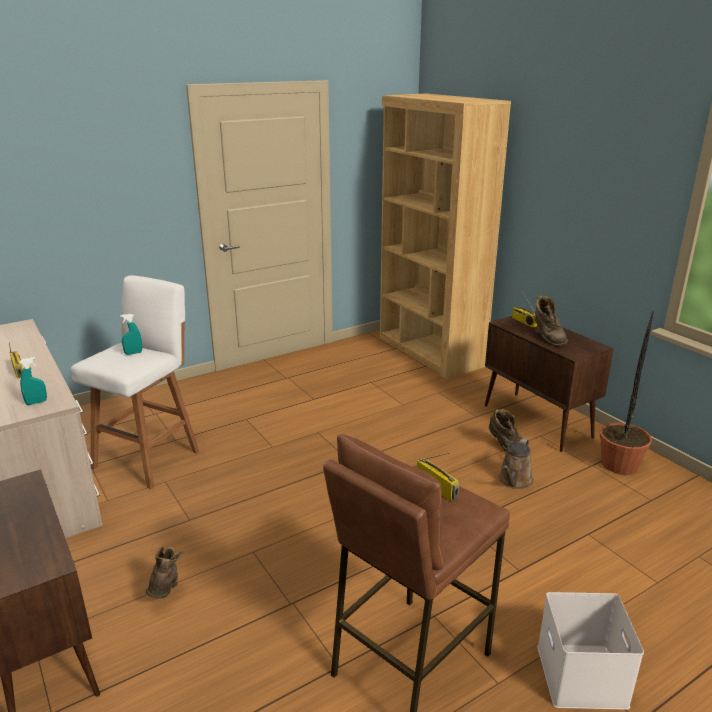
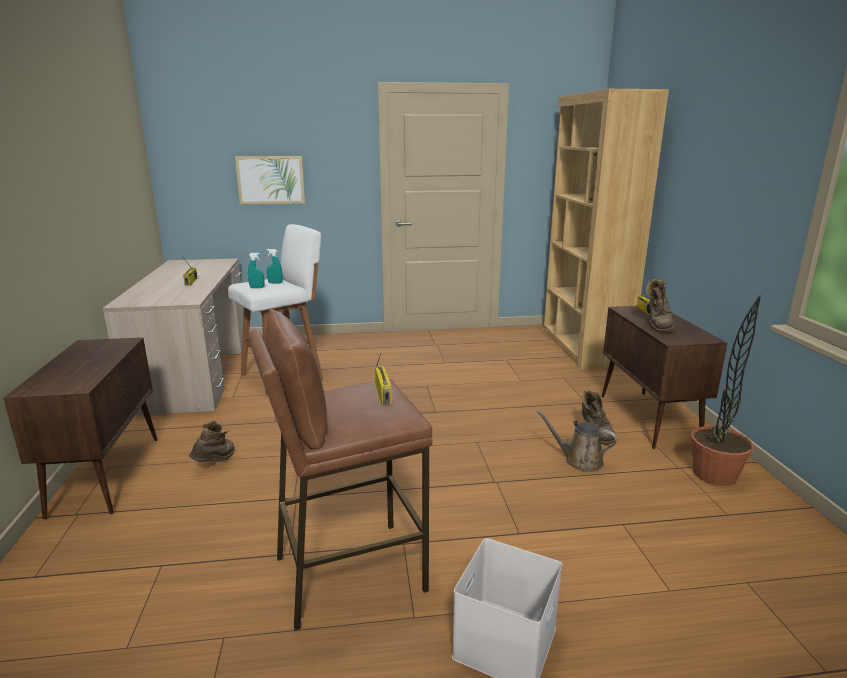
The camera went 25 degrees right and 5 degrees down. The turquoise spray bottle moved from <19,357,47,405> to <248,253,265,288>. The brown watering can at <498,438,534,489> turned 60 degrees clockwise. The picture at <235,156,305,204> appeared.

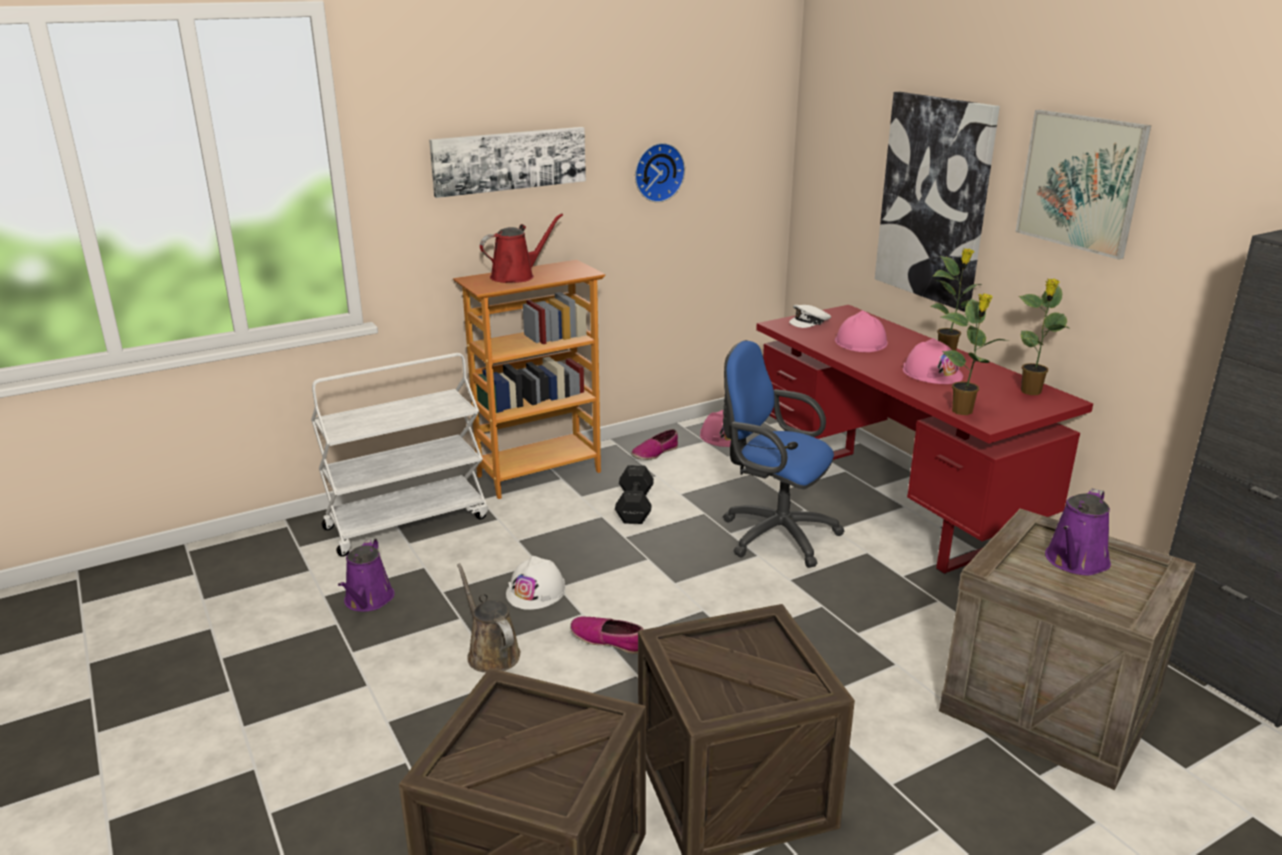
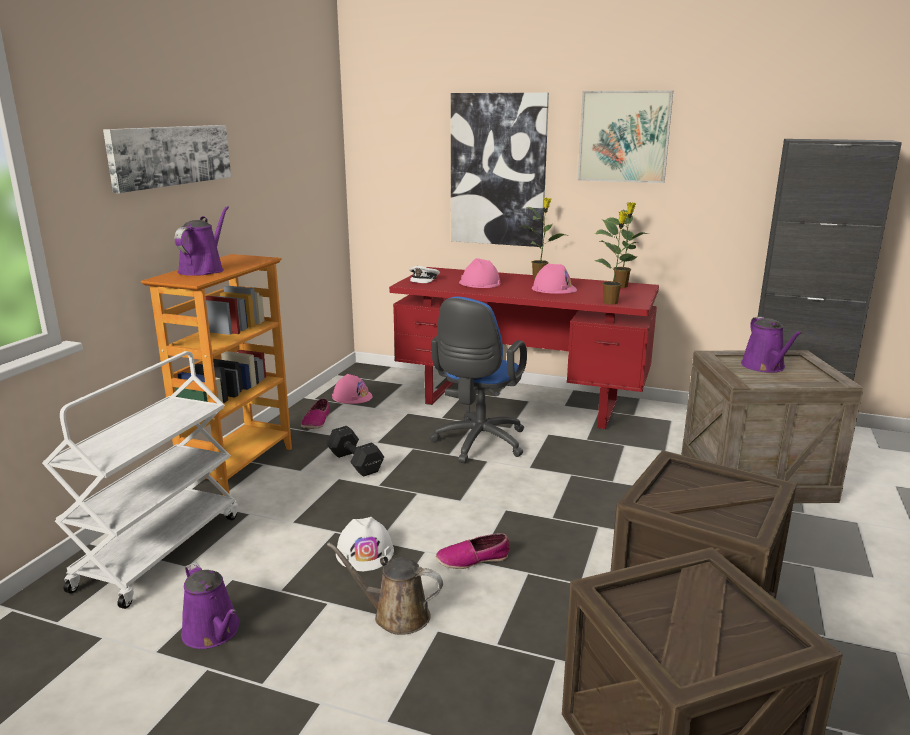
The camera went 40 degrees left and 5 degrees down. The wall clock at <635,143,685,203> disappeared. The red watering can at <480,213,563,283> became the purple watering can at <175,206,229,276>. The blue office chair at <723,340,845,568> turned 60 degrees counterclockwise.

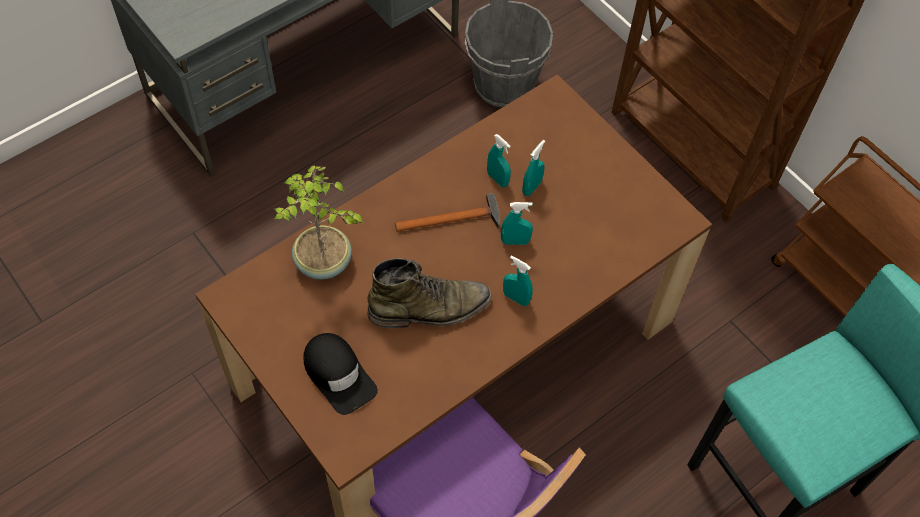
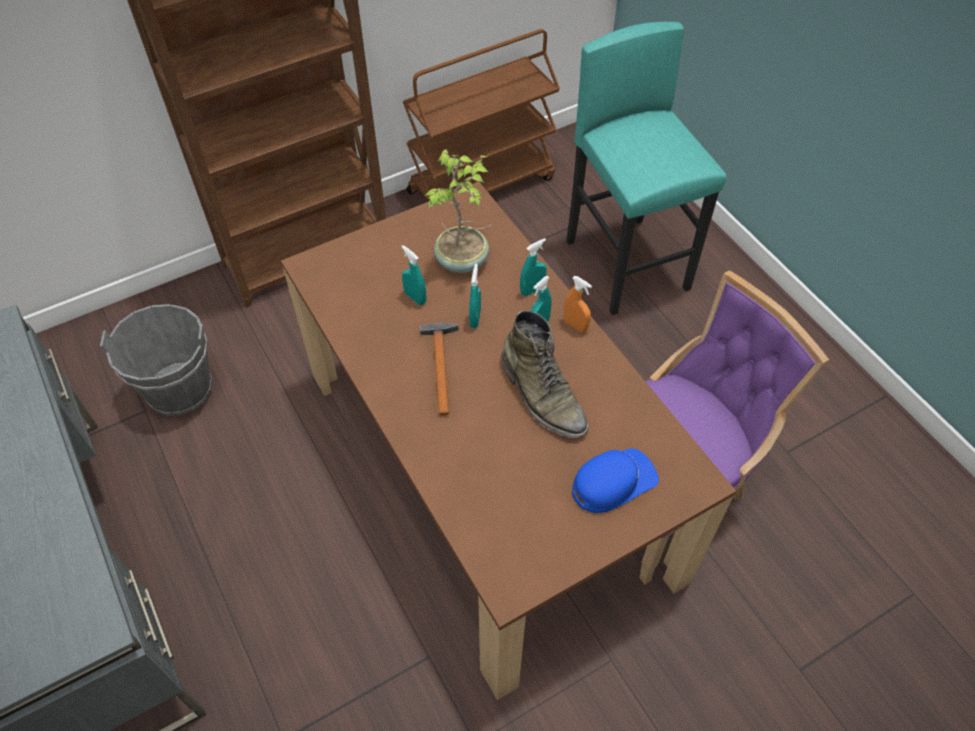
The camera went 80 degrees left and 5 degrees down. The turquoise spray bottle moved from <487,134,511,187> to <520,238,547,296>. The potted plant moved from <275,166,363,280> to <424,149,491,273>. The green boot at <367,258,492,328> turned 150 degrees clockwise. The black cap at <304,333,378,415> became the blue cap at <572,448,659,513>. The orange spray bottle at <564,276,592,333> appeared.

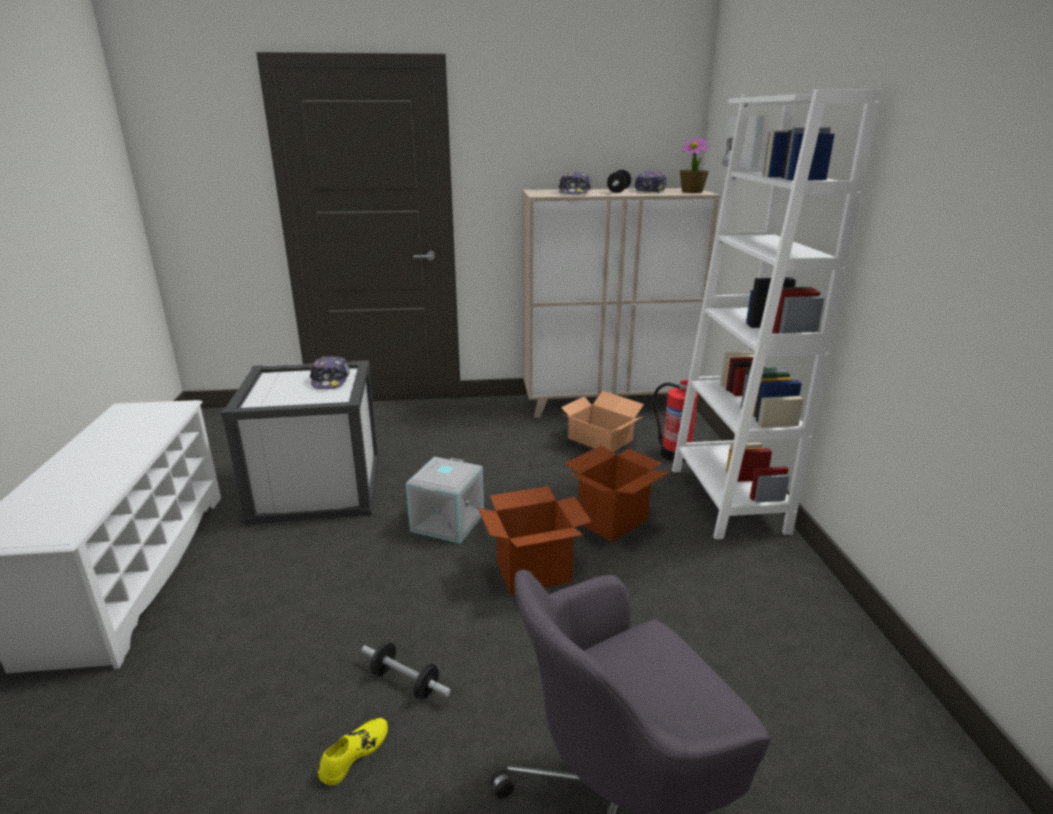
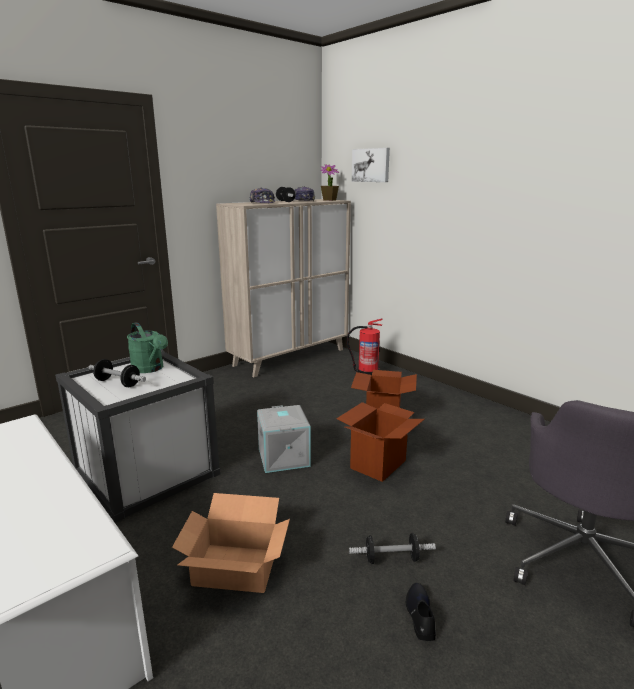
The camera went 35 degrees left and 5 degrees down. The white bookcase at <672,89,882,539> disappeared. The cap at <310,356,350,389> was replaced by the green watering can at <127,322,168,373>. The cardboard box moved from <558,391,644,452> to <172,493,290,593>. The yellow shoe at <318,718,388,785> became the black shoe at <406,583,436,641>. The dumbbell at <89,359,146,387> appeared.

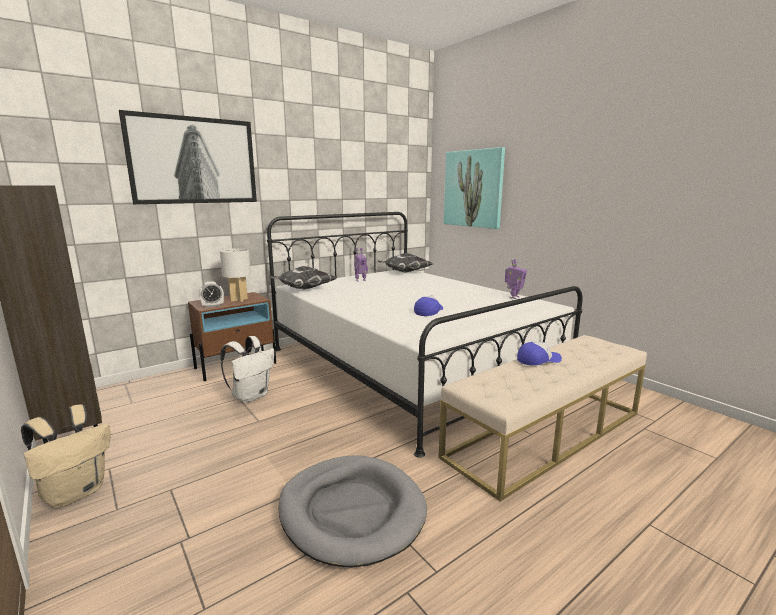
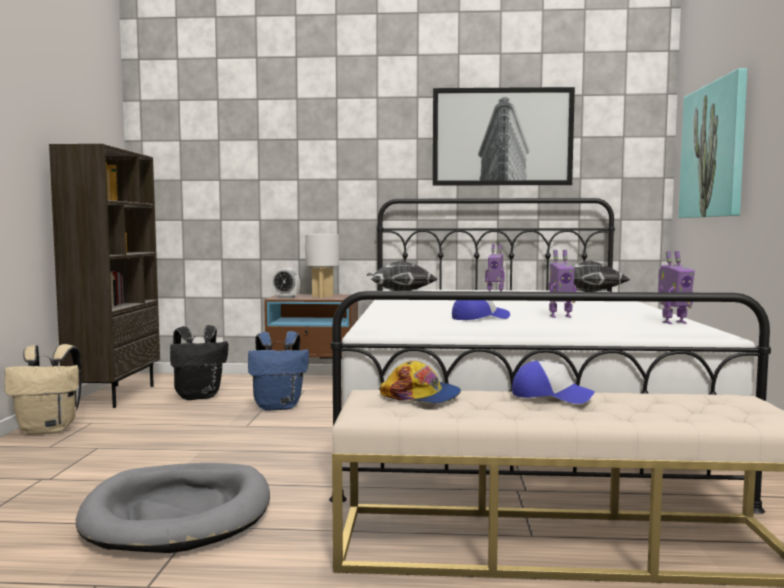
The camera went 40 degrees right and 10 degrees down. The picture moved from <119,110,257,204> to <433,87,575,185>. The white backpack at <220,336,274,403> became the blue backpack at <248,331,309,411>. The toy robot at <549,250,576,318> appeared. The black backpack at <170,325,228,400> appeared. The cap at <380,360,461,403> appeared.

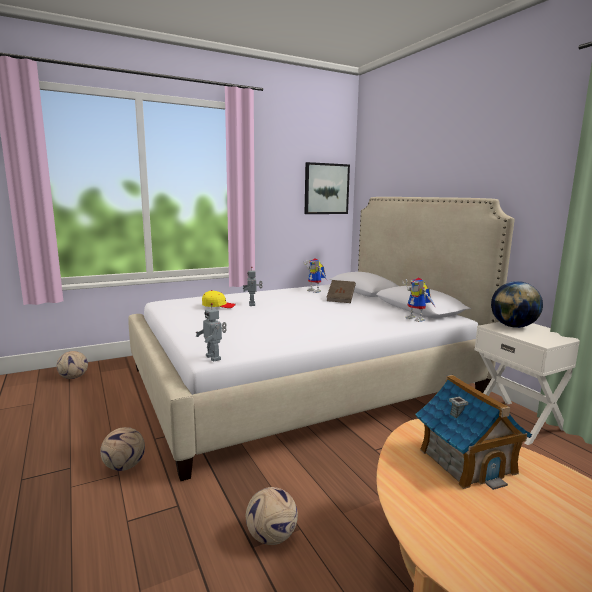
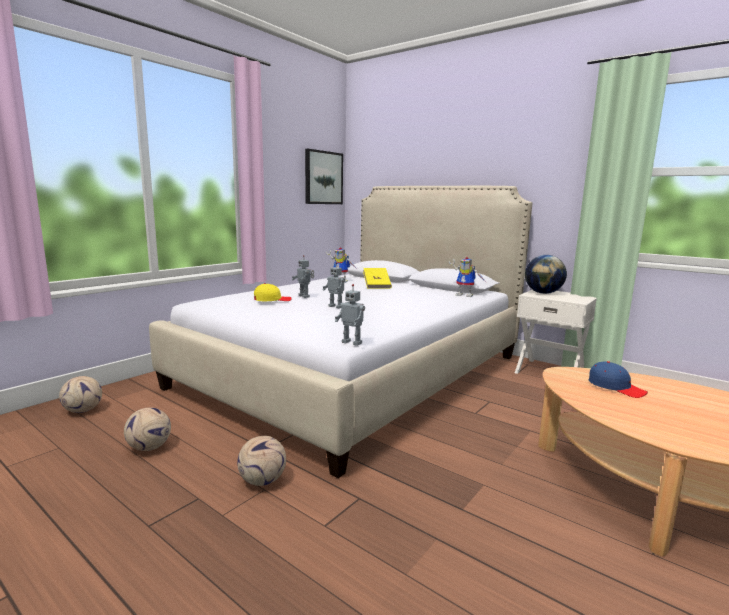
The camera went 25 degrees left and 0 degrees up. The brown book at <327,280,356,303> became the yellow book at <363,268,392,289>. The toy house at <415,375,532,490> was replaced by the blue cap at <589,361,648,398>. The football moved from <246,487,298,545> to <124,407,171,451>. The toy robot at <323,262,345,308> appeared.

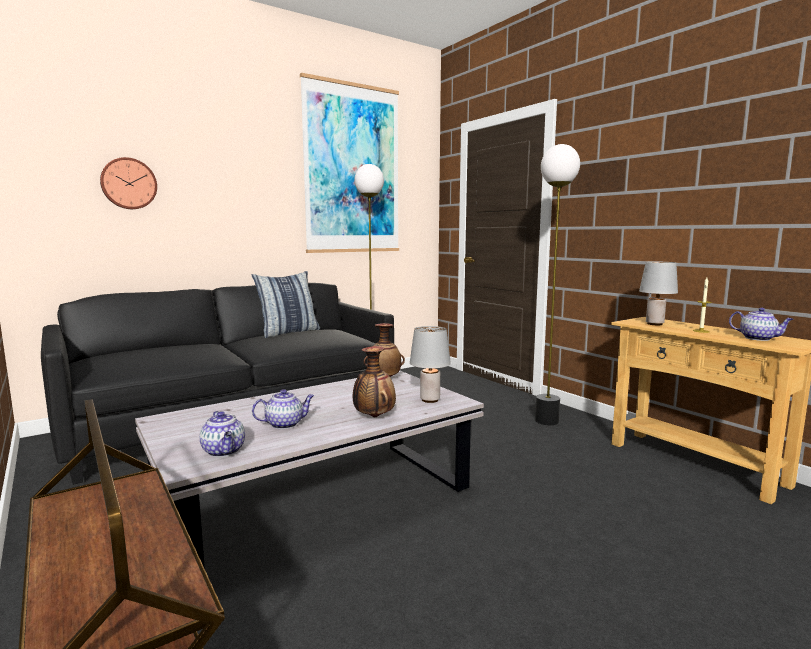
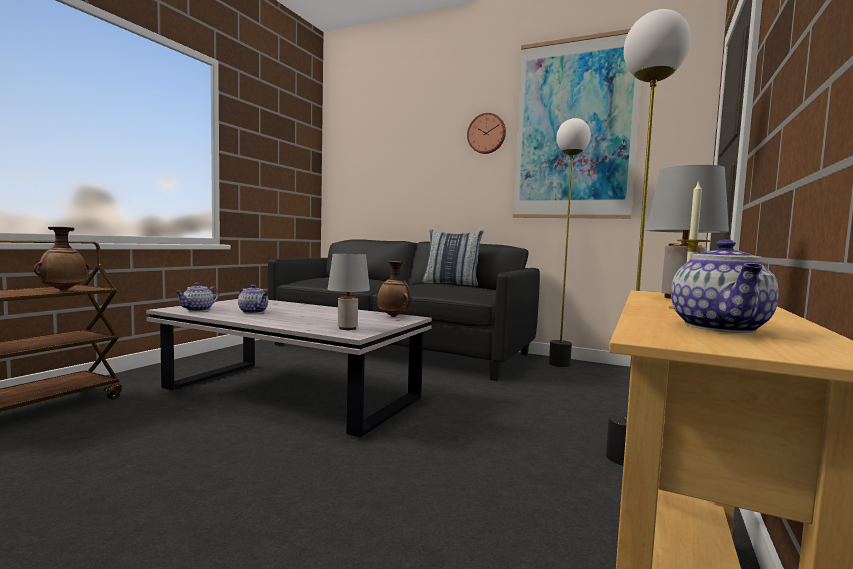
The camera went 60 degrees right and 5 degrees down. The wall clock moved from <100,157,157,209> to <467,113,506,154>. The vase moved from <353,346,396,417> to <34,227,90,291>.

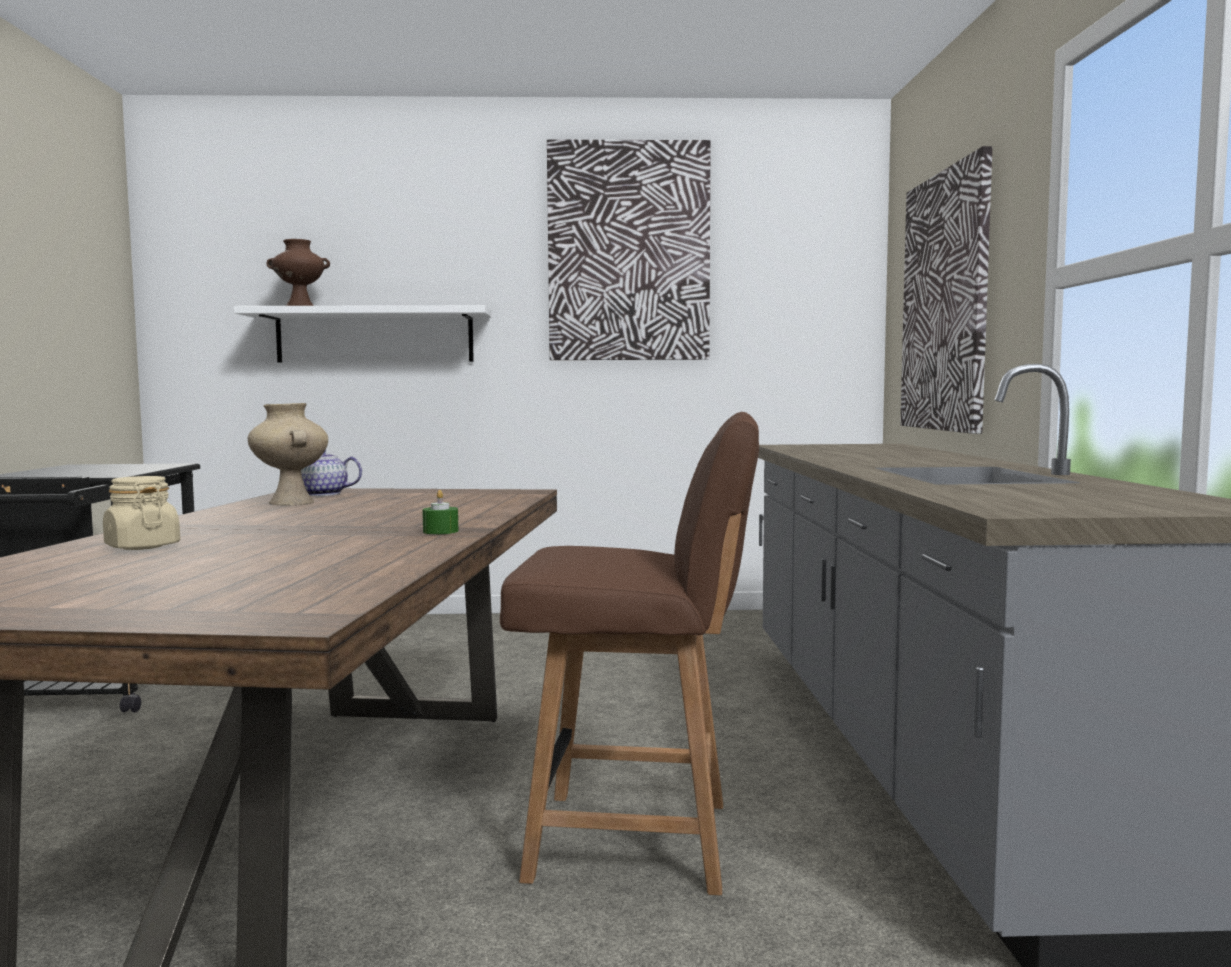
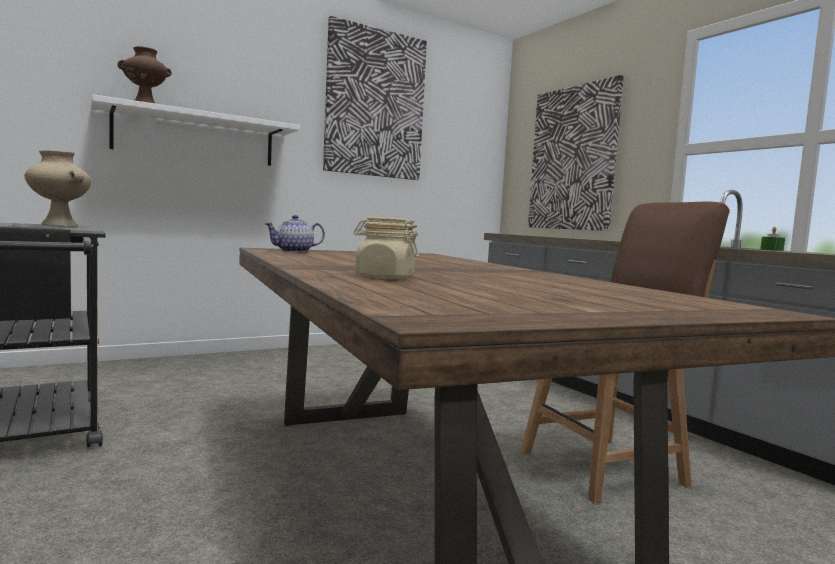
The camera went 30 degrees left and 0 degrees up. The beige vase moved from <248,403,328,506> to <24,150,91,227>. The green candle moved from <422,490,458,534> to <760,227,785,251>.

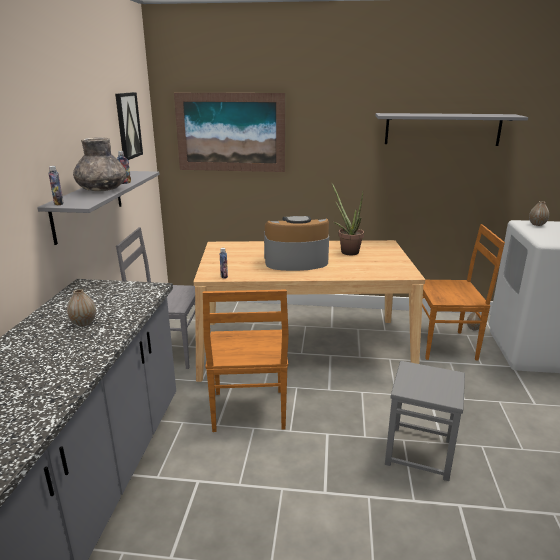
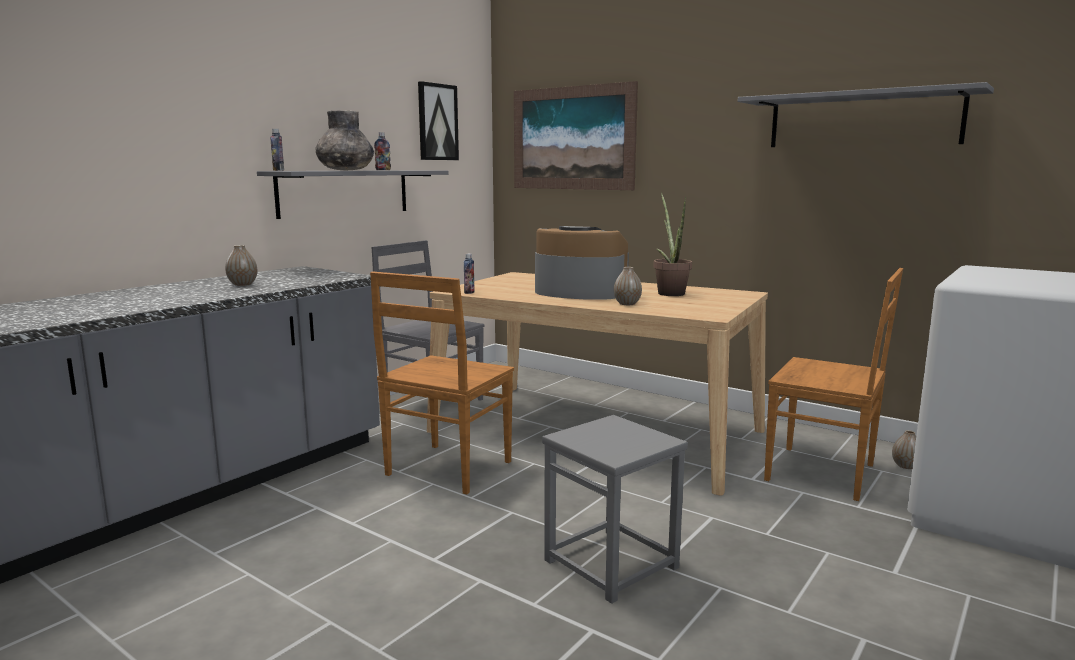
The camera went 30 degrees right and 10 degrees down. The vase moved from <529,201,549,226> to <614,267,642,305>.

